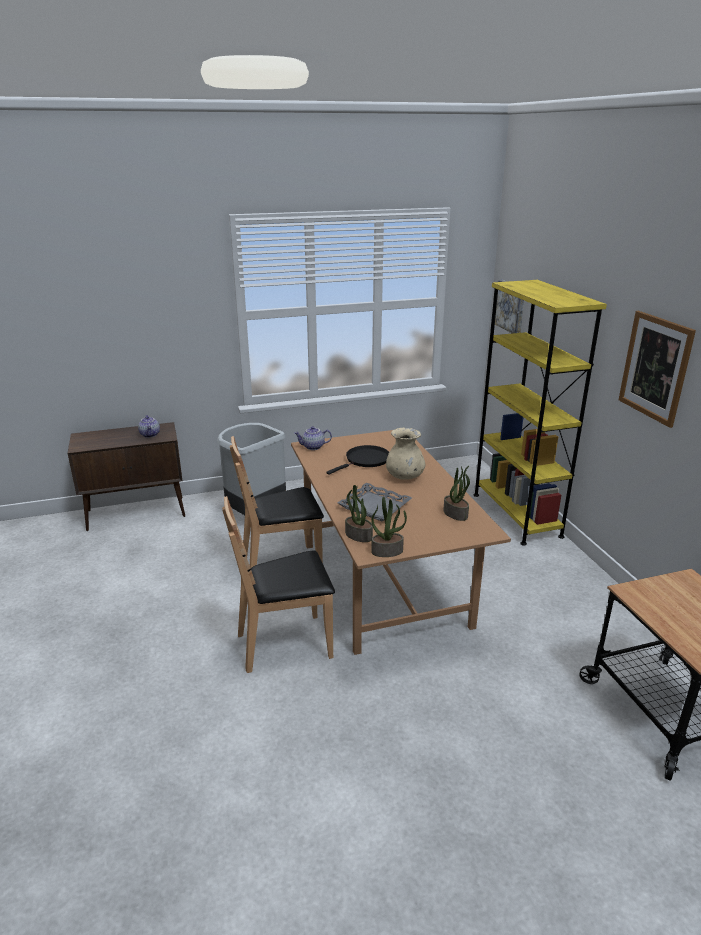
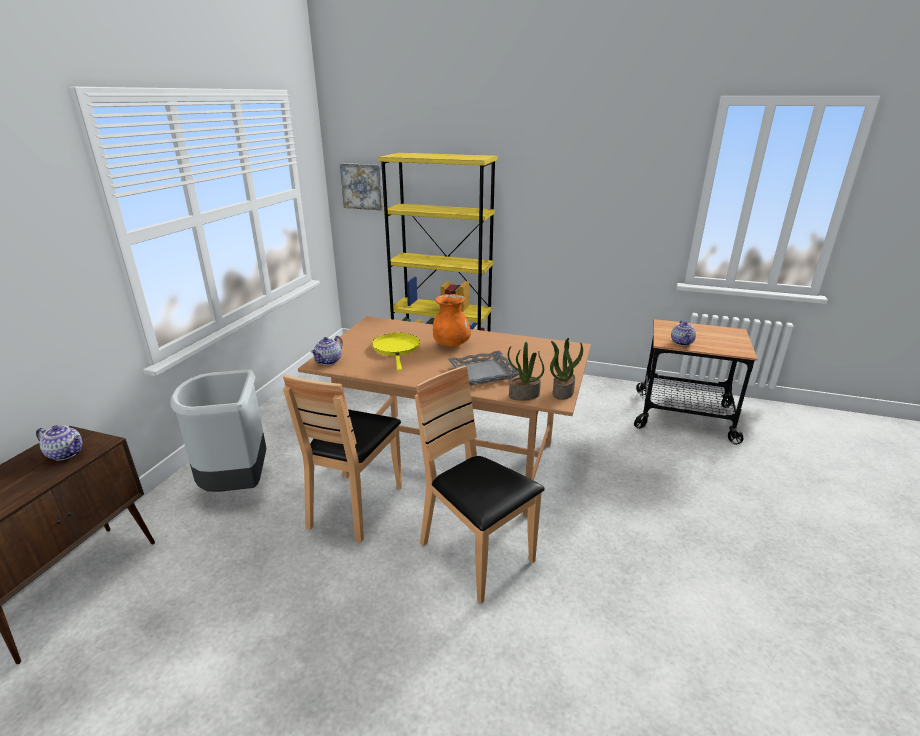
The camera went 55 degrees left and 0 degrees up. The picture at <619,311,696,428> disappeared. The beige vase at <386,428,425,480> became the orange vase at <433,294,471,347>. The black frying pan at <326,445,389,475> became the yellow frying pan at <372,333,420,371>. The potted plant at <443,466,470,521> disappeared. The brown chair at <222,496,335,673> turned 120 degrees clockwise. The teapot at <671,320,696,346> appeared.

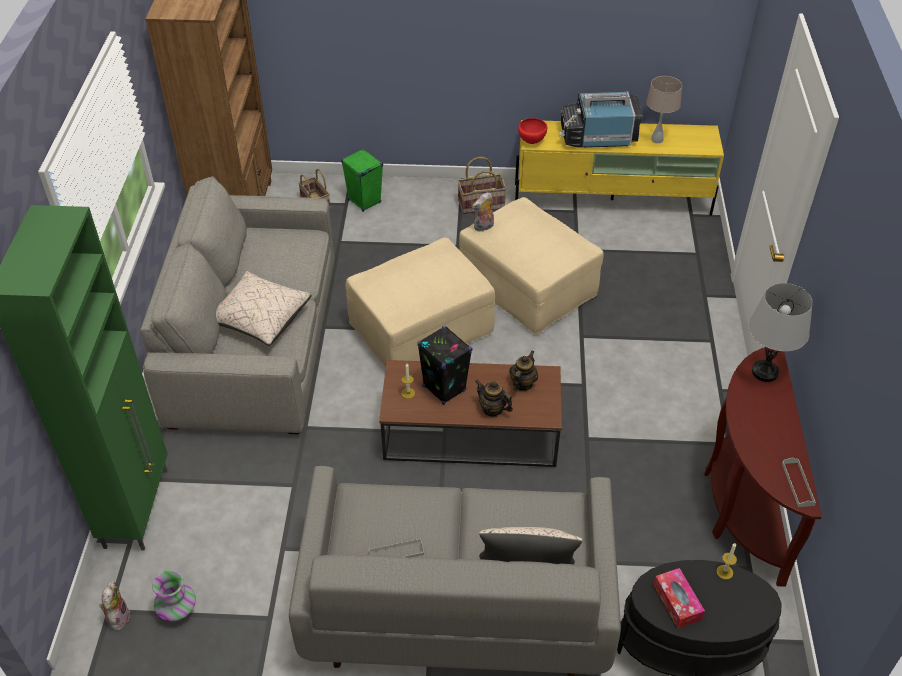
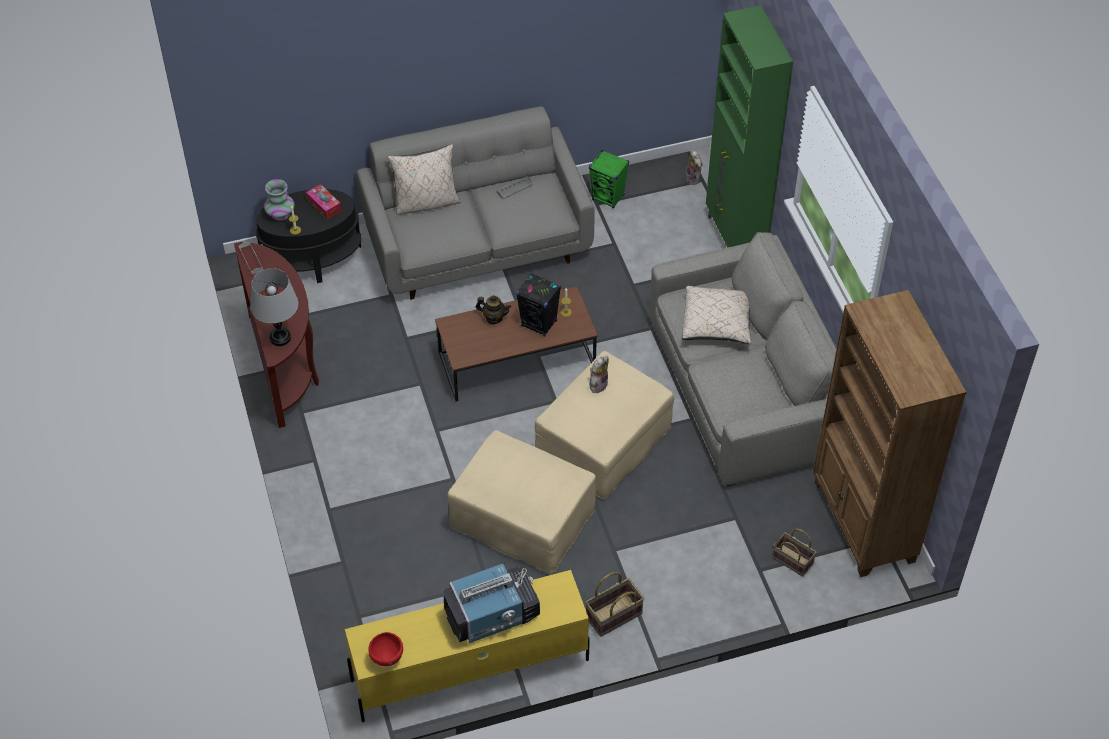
The camera went 160 degrees right and 5 degrees up. The beige table lamp at <646,76,682,143> disappeared. The red bowl moved from <518,118,547,144> to <368,632,403,666>. The green speaker moved from <341,149,383,212> to <589,150,629,209>. The plush toy moved from <472,192,494,232> to <589,356,608,393>. The teapot at <509,350,538,391> disappeared. The vase moved from <152,570,196,621> to <264,179,295,221>.

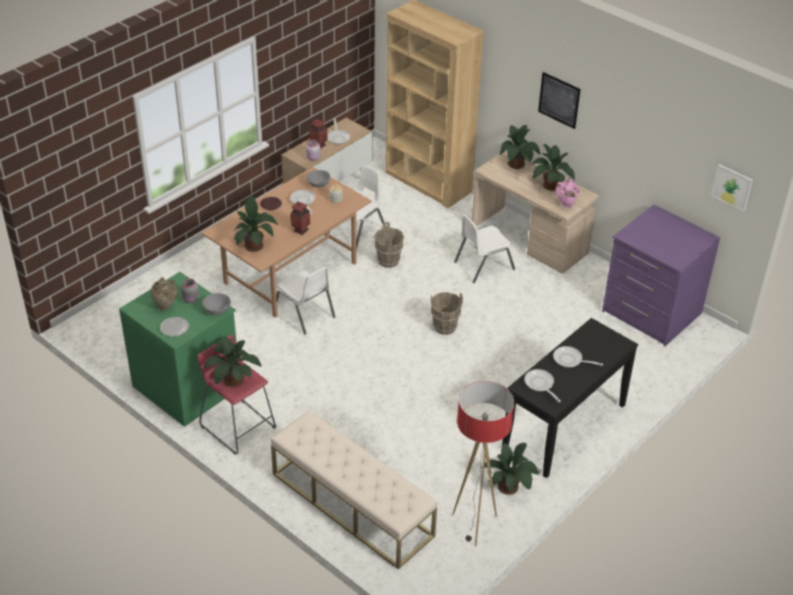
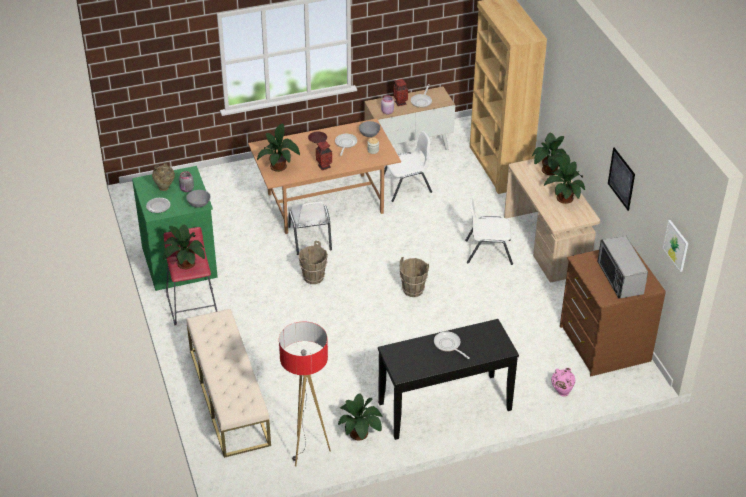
The camera went 30 degrees right and 0 degrees up. The picture moved from <538,72,580,129> to <608,147,635,211>. The pink vase moved from <556,177,579,208> to <551,368,575,397>. The purple dresser at <602,204,720,346> became the brown dresser at <560,245,666,376>. The brown bucket moved from <374,222,404,268> to <299,241,328,284>. The frying pan at <524,369,561,402> disappeared. The microwave at <597,235,648,298> appeared.

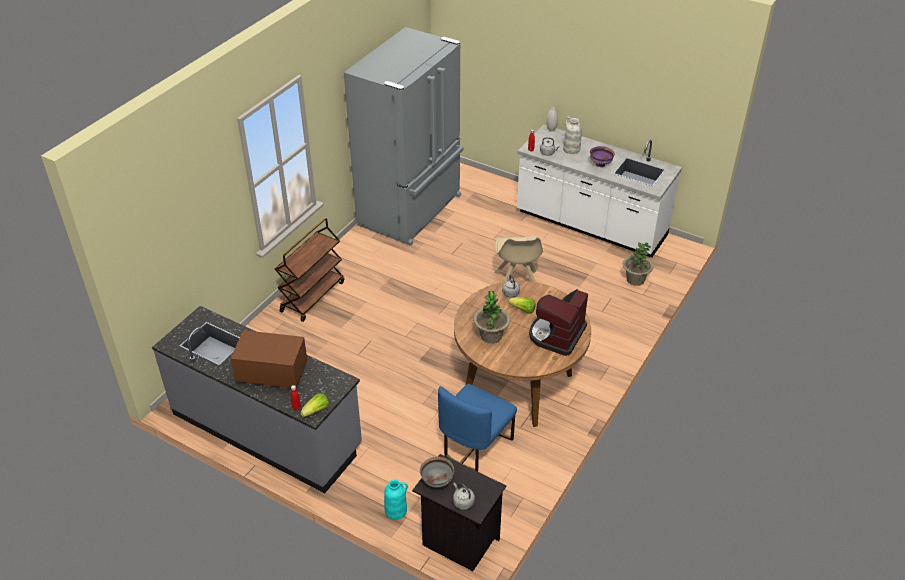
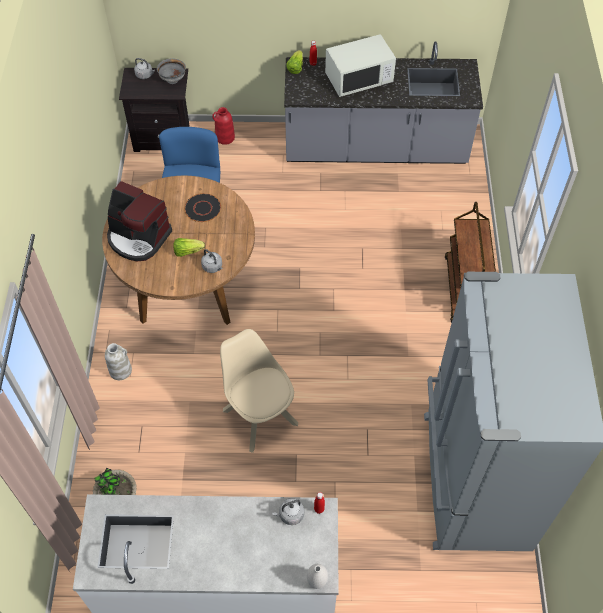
The camera went 150 degrees right and 15 degrees up. The white vase moved from <563,116,582,154> to <105,343,132,380>. The purple bowl at <590,146,615,167> disappeared. The coffee machine at <529,289,588,356> turned 120 degrees clockwise. The potted plant at <473,291,510,344> was replaced by the black plate at <184,193,221,222>. The brown microwave at <230,330,307,389> became the white microwave at <325,34,396,97>. The turquoise vase at <384,479,408,520> became the red vase at <212,107,235,145>.

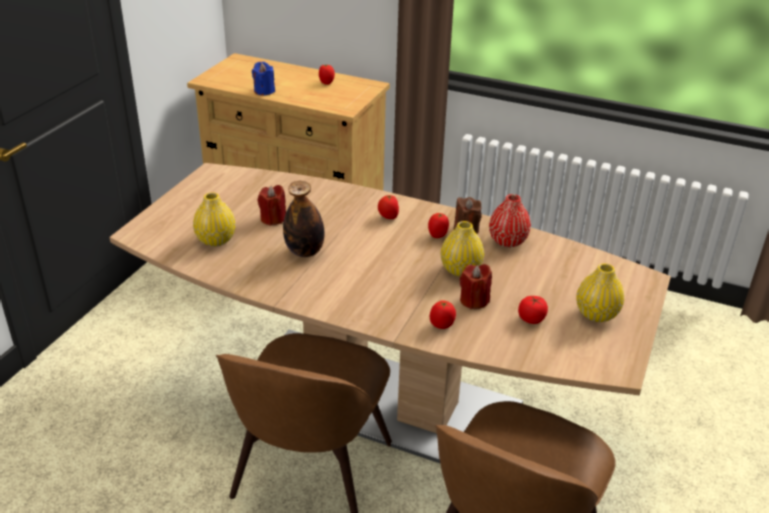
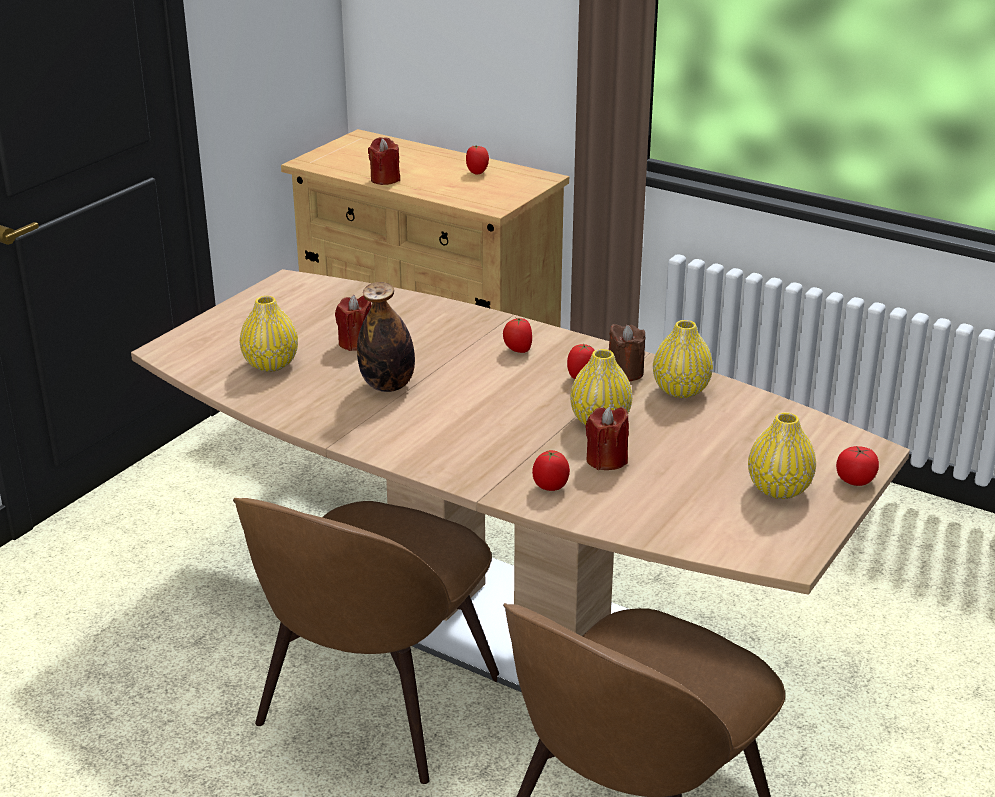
The camera went 10 degrees right and 5 degrees down. The blue candle at <252,62,275,96> became the red candle at <368,137,400,185>. The red vase at <489,194,531,247> became the yellow vase at <653,320,713,398>. The tomato moved from <518,296,548,324> to <836,446,879,486>.

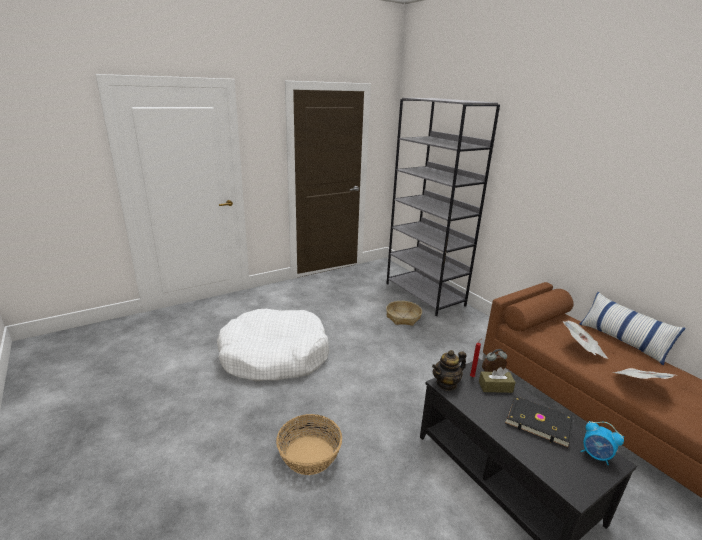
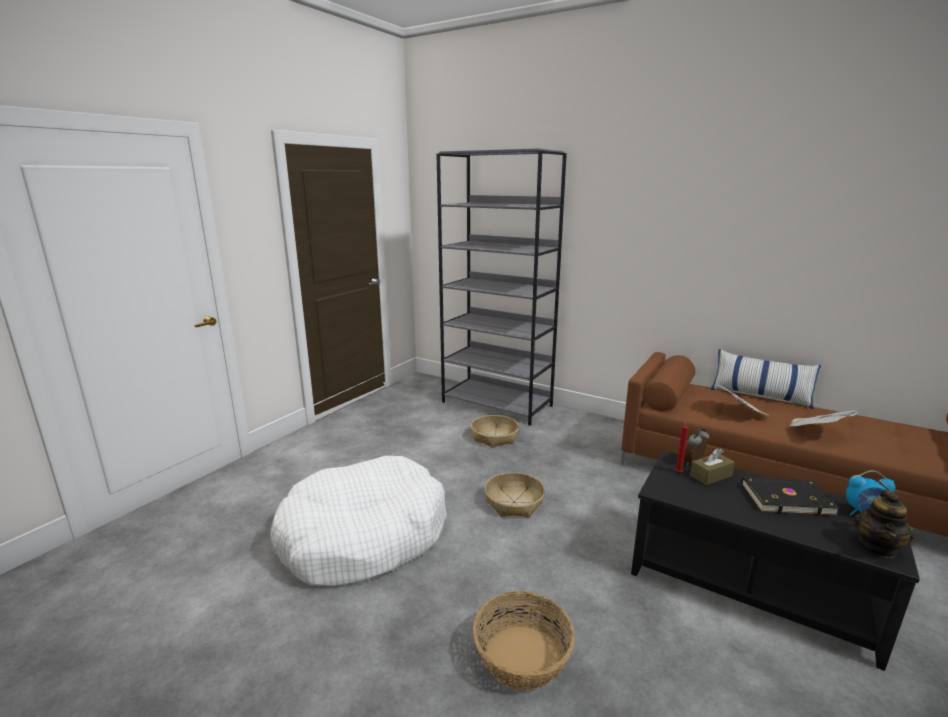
The camera went 25 degrees left and 5 degrees down. The teapot moved from <432,350,466,391> to <854,490,914,558>. The basket at <484,472,545,517> appeared.

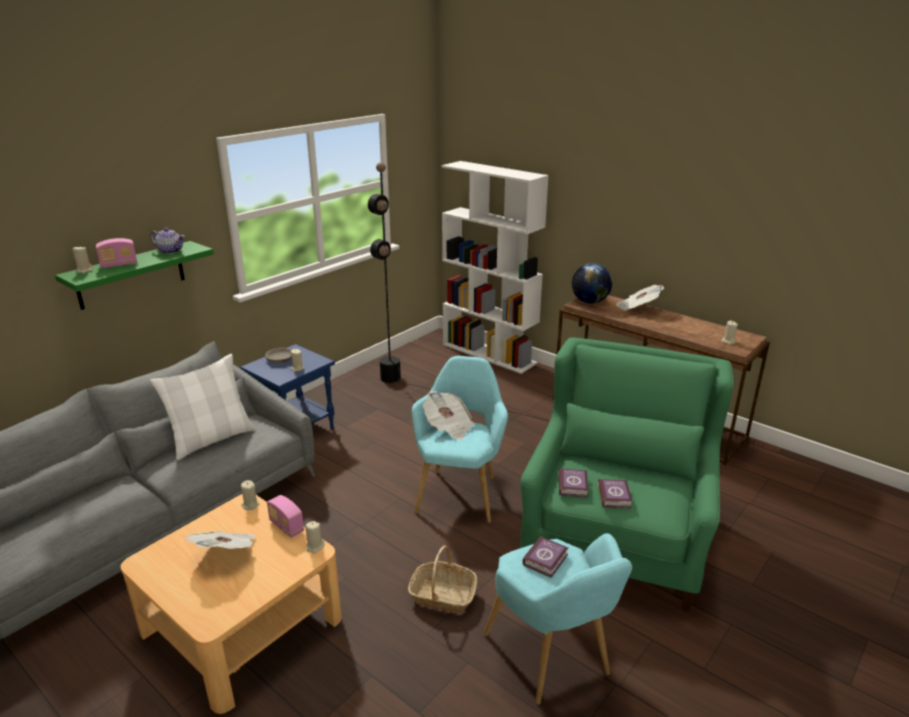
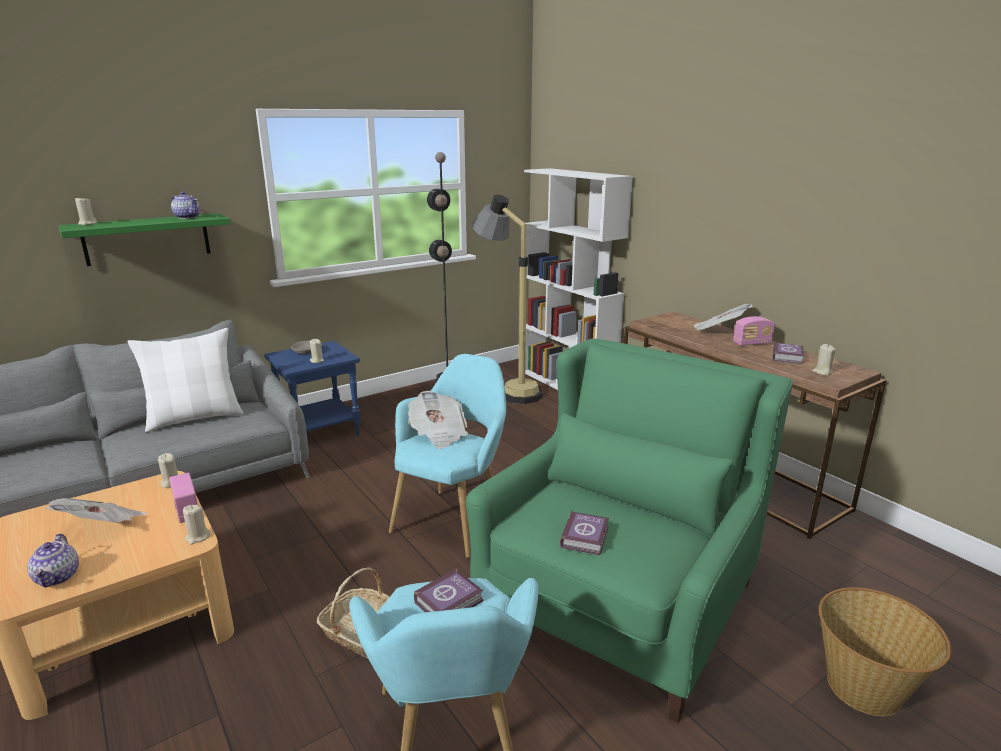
The camera went 15 degrees right and 5 degrees down. The radio moved from <96,238,137,268> to <733,316,775,346>. The globe at <572,263,612,303> disappeared. The book moved from <558,468,588,498> to <772,342,804,364>. The floor lamp at <472,195,542,404> appeared. The teapot at <27,534,79,588> appeared. The basket at <819,587,952,716> appeared.

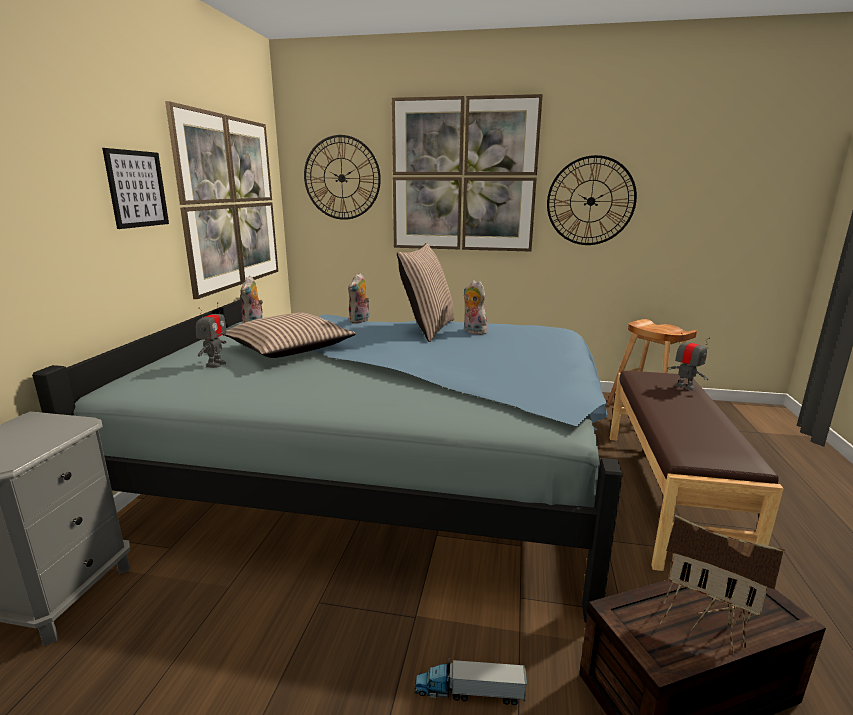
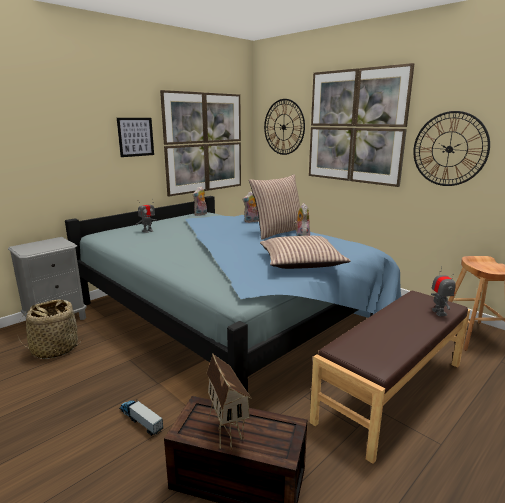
The camera went 35 degrees right and 0 degrees up. The pillow moved from <224,313,356,358> to <260,236,351,269>. The basket at <18,299,83,359> appeared.

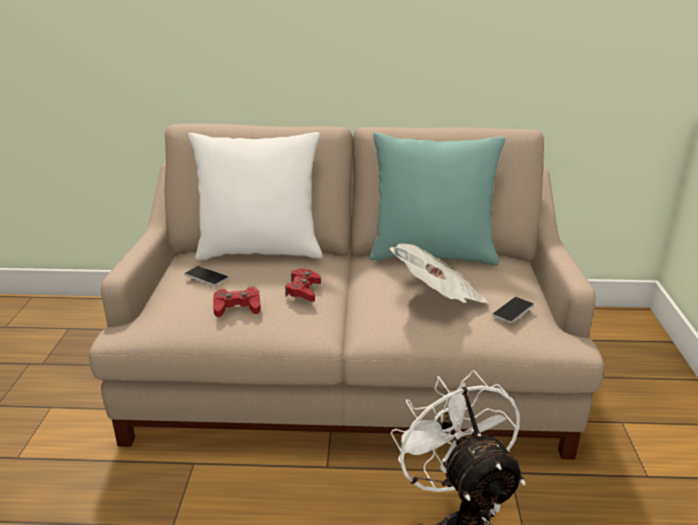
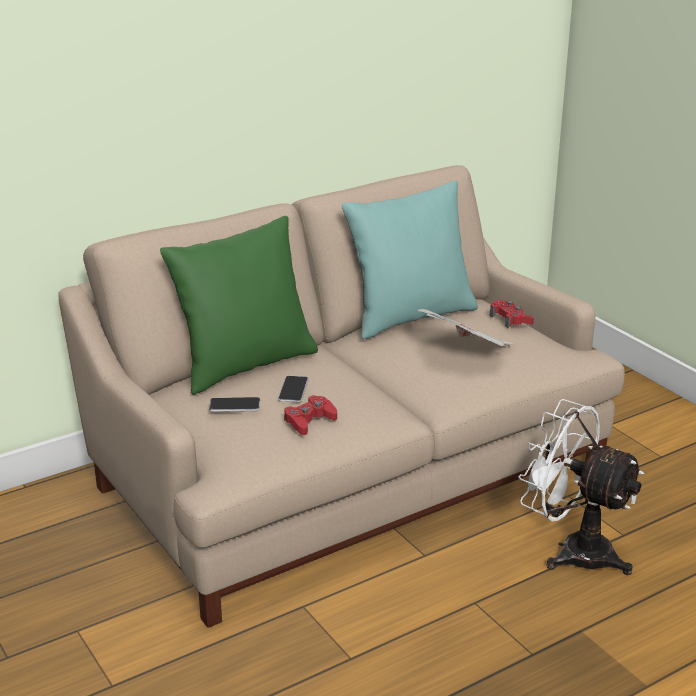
The camera went 35 degrees left and 0 degrees up. The white pillow at <189,132,323,260> became the green pillow at <160,216,318,395>. The red game controller moved from <285,268,321,302> to <490,300,534,328>. The phone moved from <492,297,534,323> to <278,376,309,402>.

